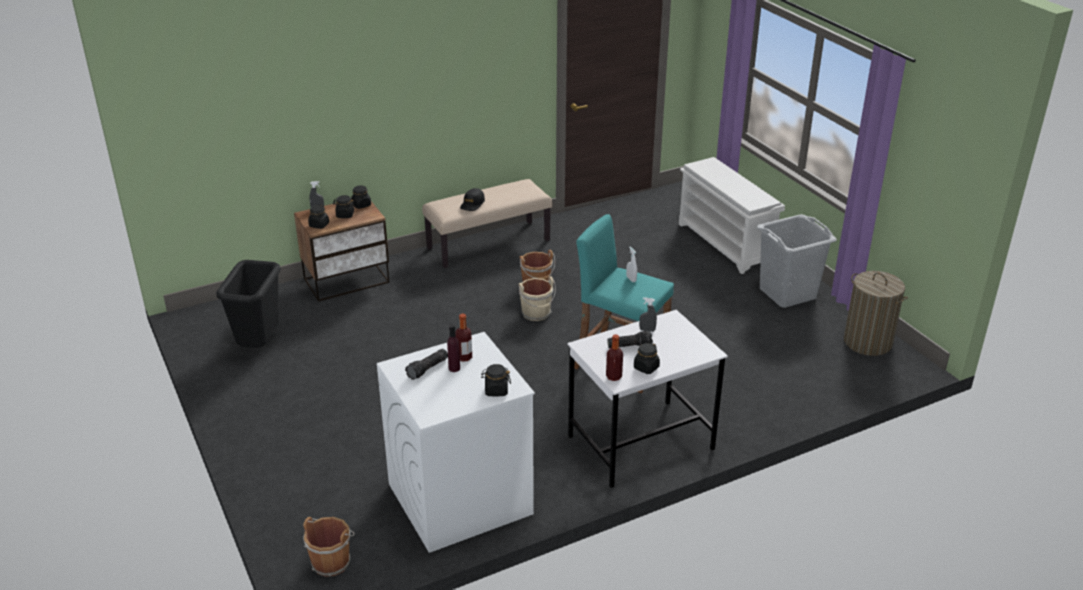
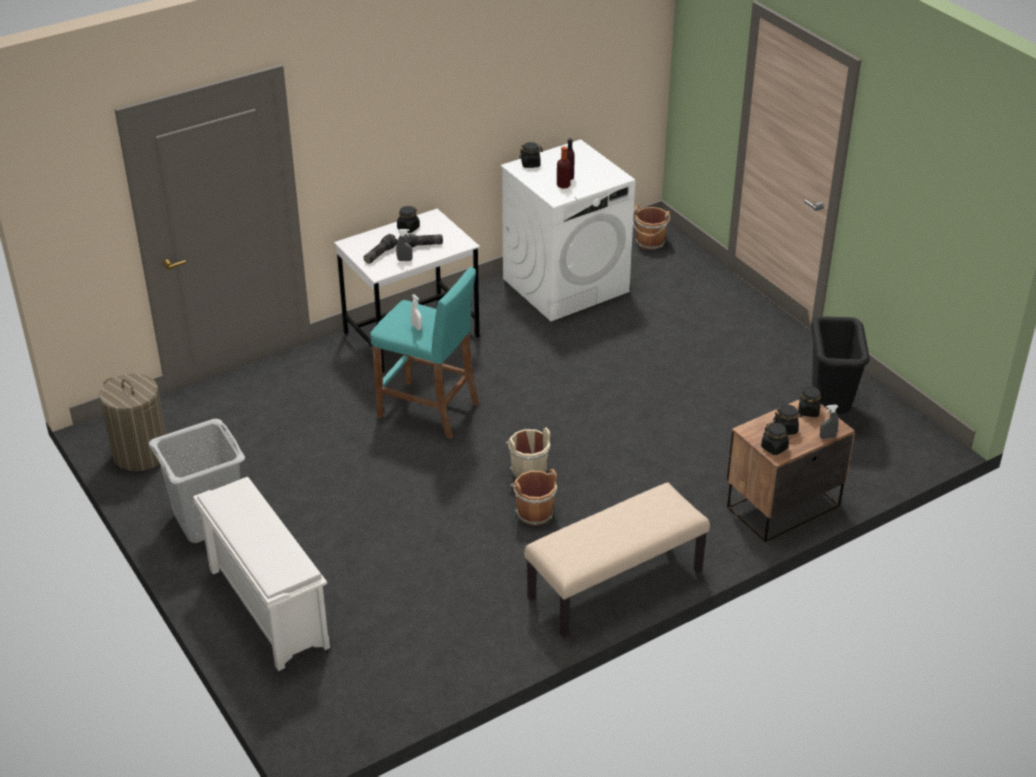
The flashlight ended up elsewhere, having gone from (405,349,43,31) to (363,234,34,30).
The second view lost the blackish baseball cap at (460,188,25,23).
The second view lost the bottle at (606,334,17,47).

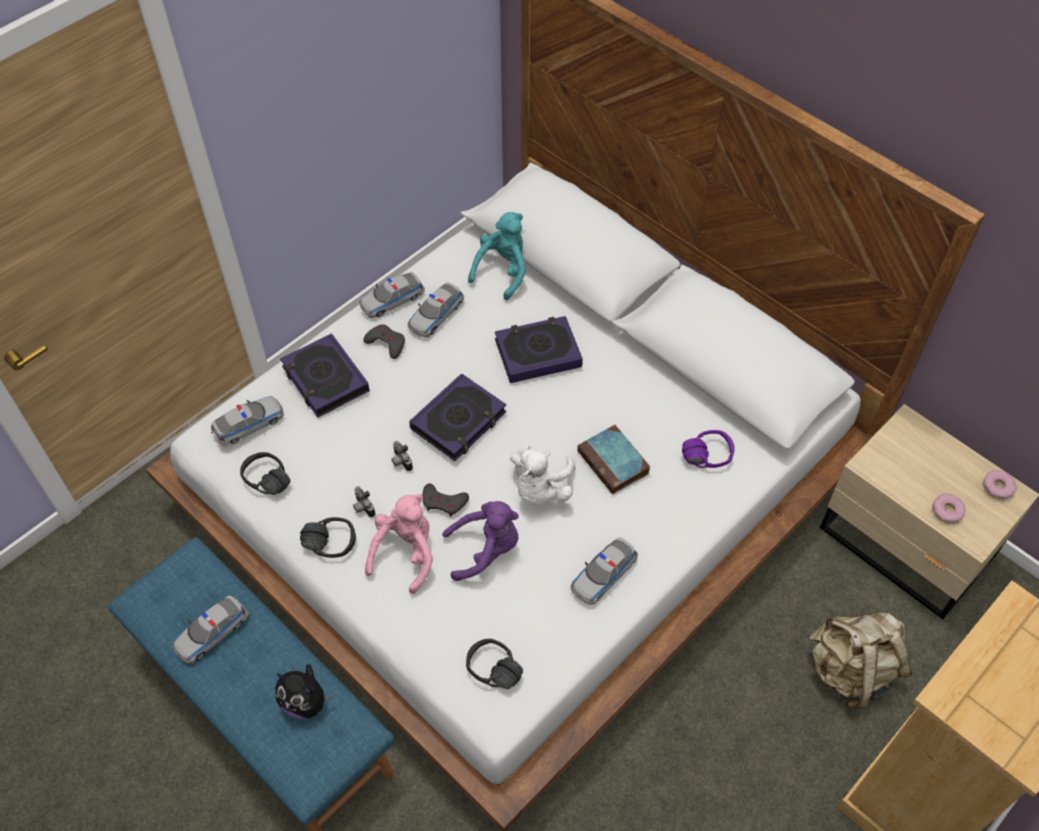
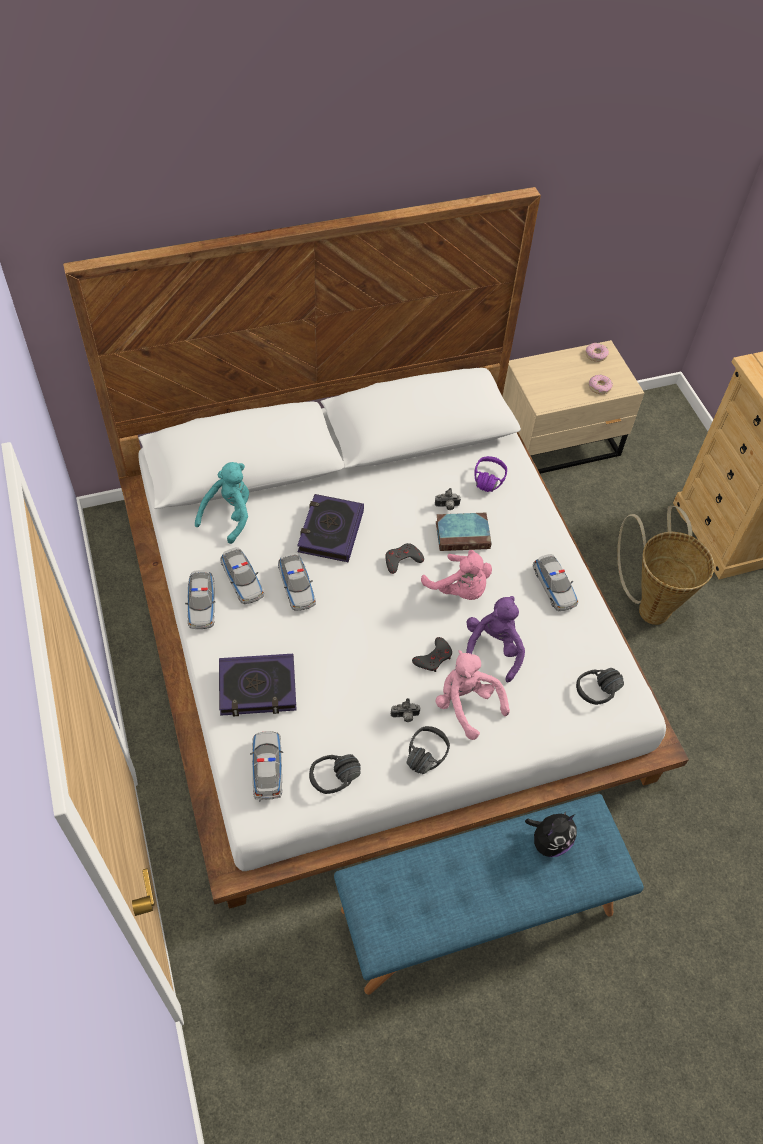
The toy car ended up elsewhere, having gone from (172,596,77,68) to (278,553,38,58).
The gray joypad ended up elsewhere, having gone from (363,324,42,35) to (385,543,39,31).
The still camera ended up elsewhere, having gone from (391,441,22,30) to (435,488,26,22).
The second view lost the bound book at (409,373,98,88).
The turquoise plush toy at (468,212,58,88) ended up facing another way, 60 degrees clockwise from before.
What was the white-coloured plush toy at (510,445,66,59) turned into the pink-coloured plush toy at (421,550,71,50).
The second view lost the beige rucksack at (809,613,103,96).
The second view gained the storage basket at (617,506,97,119).

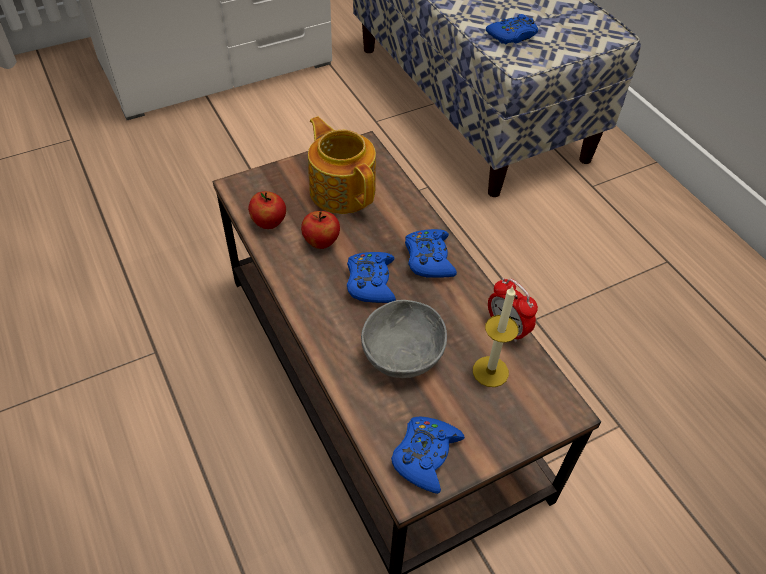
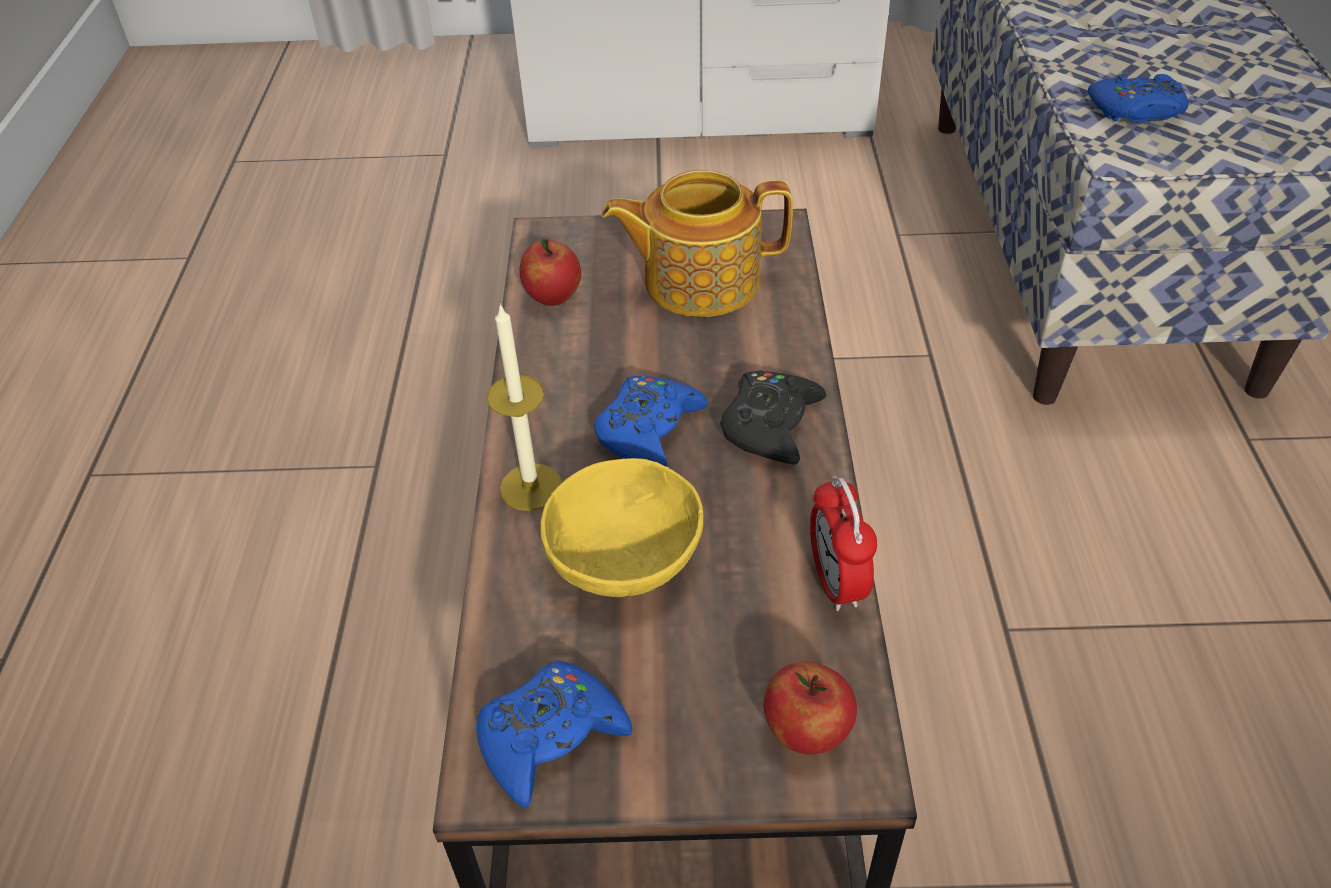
The apple fruit ended up elsewhere, having gone from (301,211,39,38) to (763,662,94,92).
The tea pot at (308,116,68,98) ended up facing another way, 90 degrees counterclockwise from before.
What was the gray deep dish at (361,300,86,78) turned into the yellowish deep dish at (540,458,164,139).
What was the blue-coloured joypad at (405,229,52,49) turned into the blackish joypad at (720,370,106,95).
The wax light ended up elsewhere, having gone from (473,285,45,102) to (487,304,75,207).

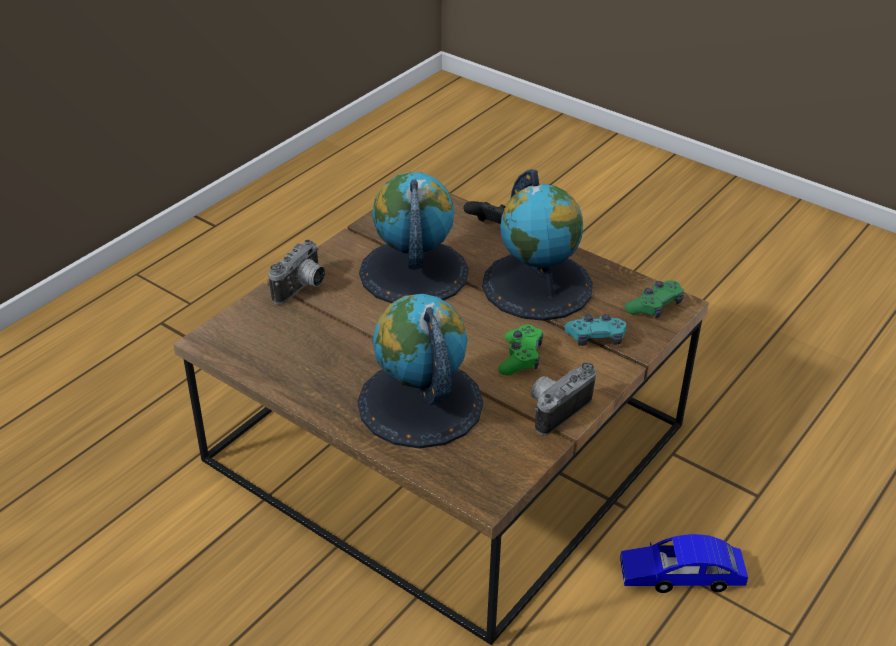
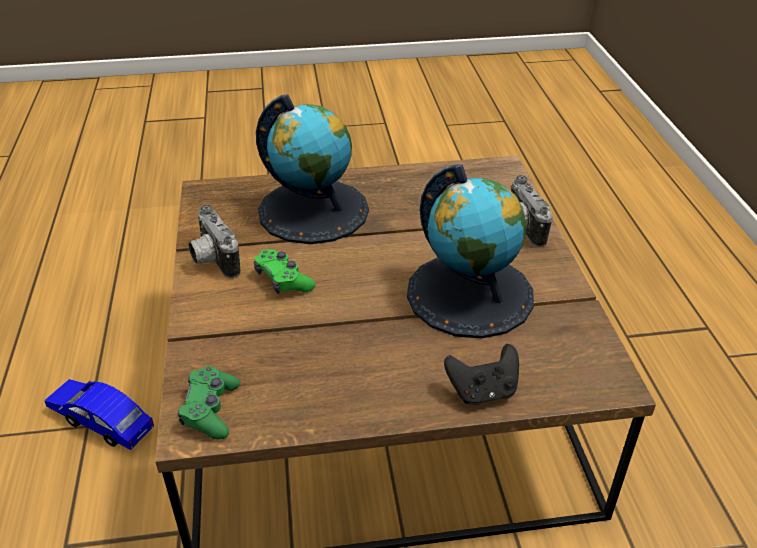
The second view lost the desk globe at (482,169,111,152).
The still camera at (531,362,65,73) ended up facing another way, 150 degrees clockwise from before.
The second view lost the turquoise joypad at (565,314,61,32).
The blue-coloured toy car at (620,534,128,59) ended up facing another way, 105 degrees counterclockwise from before.

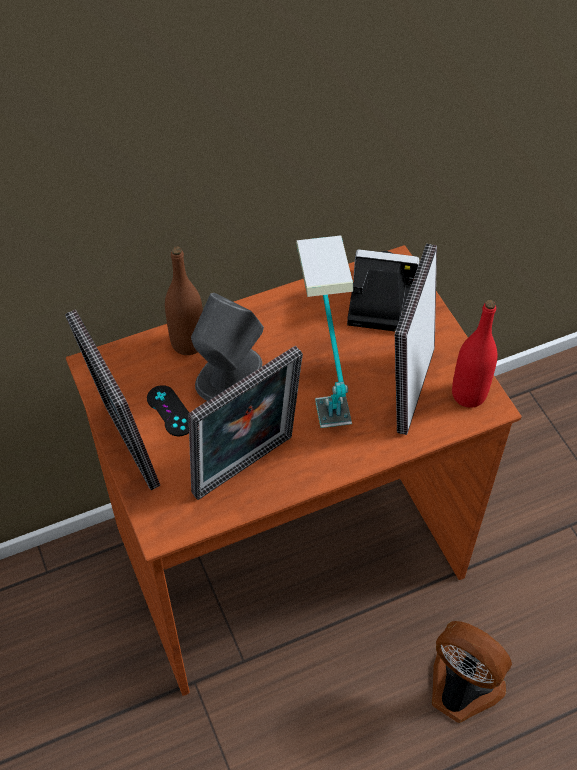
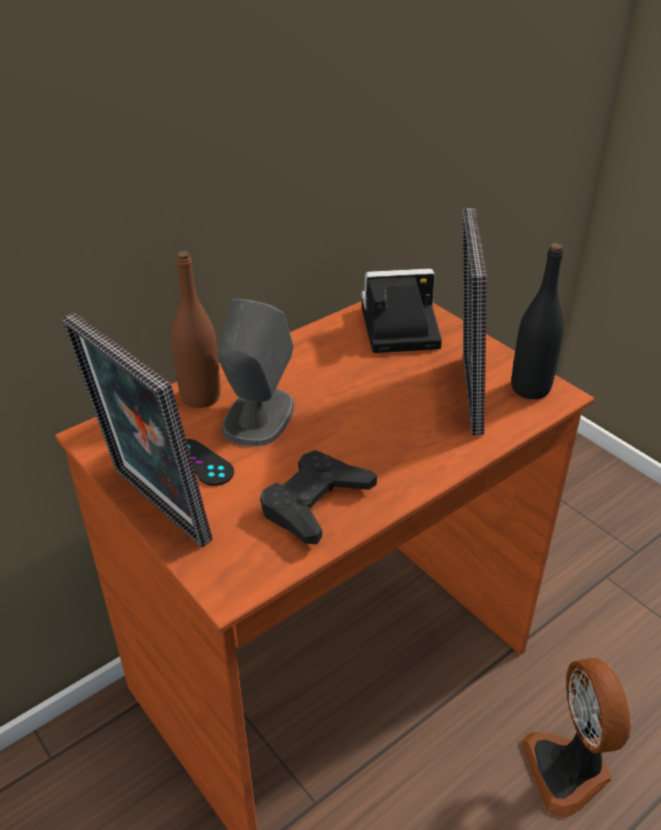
Where the picture frame stood at (188,346,115,154), the blackish joypad came to stand at (260,450,117,94).
The second view lost the lamp for a table at (296,235,58,193).
The cooling fan at (432,621,80,102) ended up facing another way, 120 degrees counterclockwise from before.
What was the red-coloured bottle at (452,300,45,108) turned into the blackish bottle at (511,243,53,156).

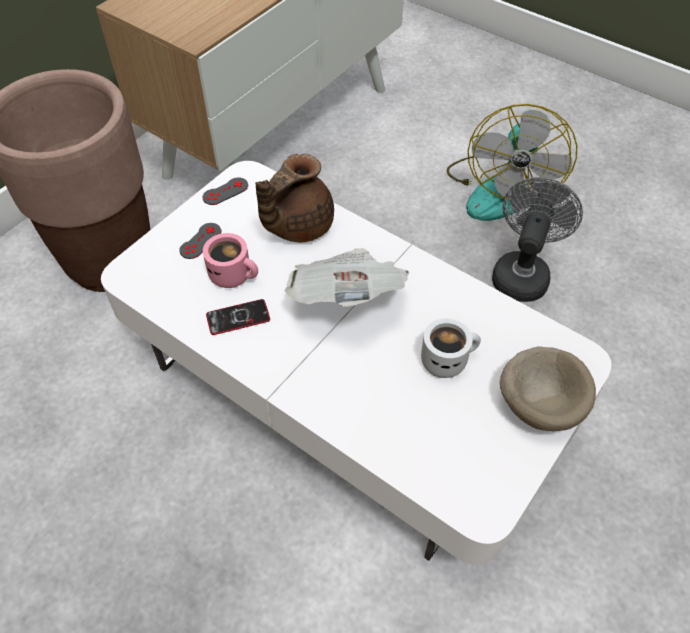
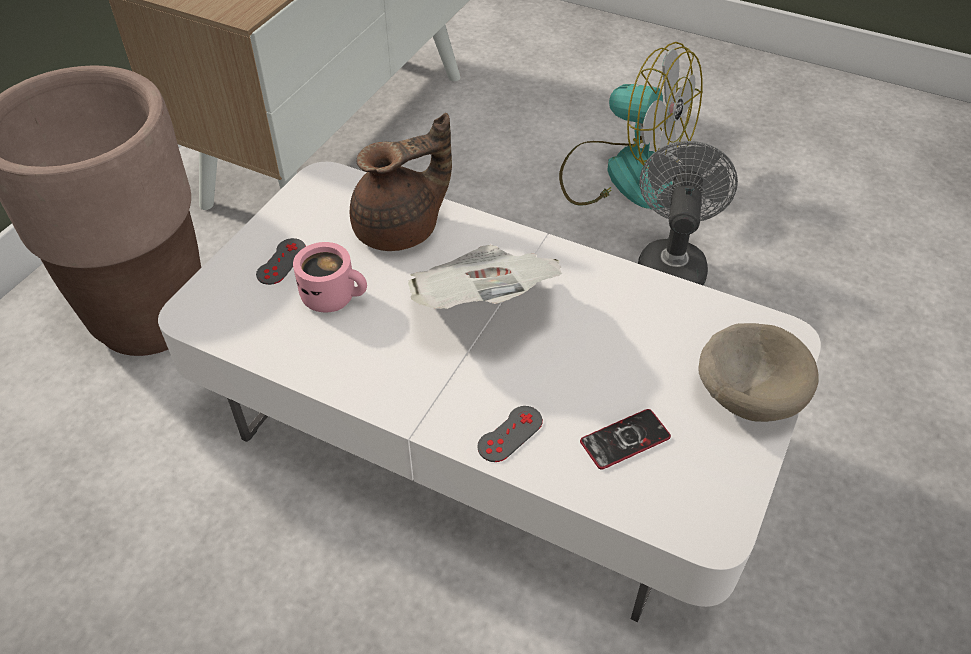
The gray joypad ended up elsewhere, having gone from (202,177,46,28) to (477,406,66,56).
The phone ended up elsewhere, having gone from (206,299,64,36) to (580,409,91,60).
The brown-coloured tea pot at (255,154,79,89) ended up facing another way, 150 degrees counterclockwise from before.
The second view lost the white-coloured tea mug at (421,318,60,60).
The cooling fan at (446,104,131,117) ended up facing another way, 60 degrees counterclockwise from before.

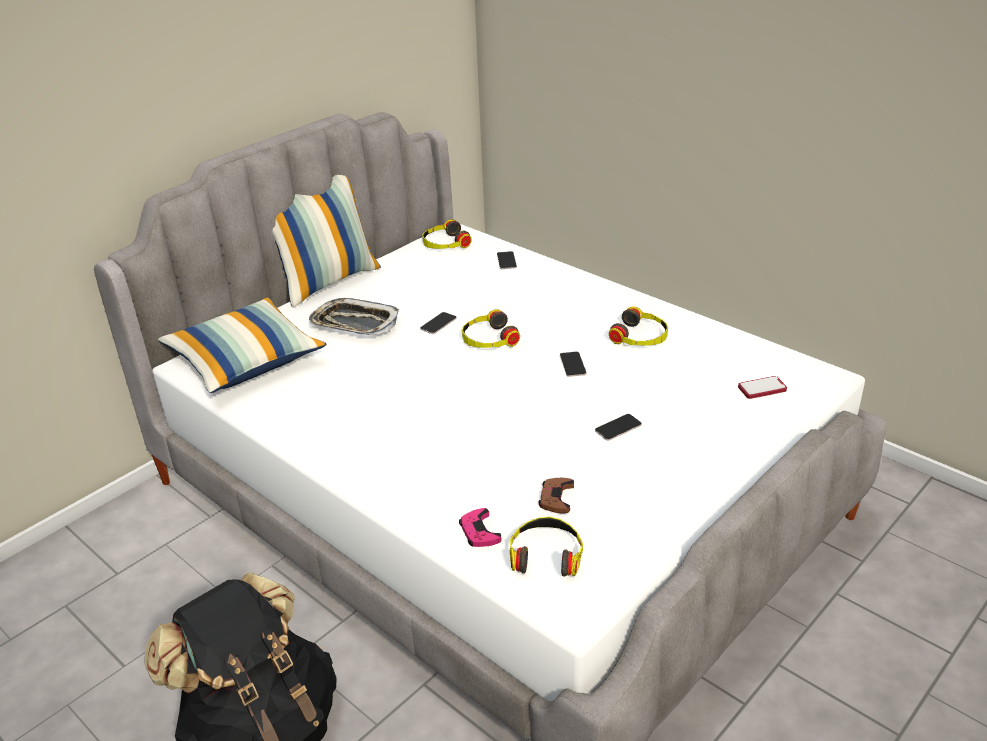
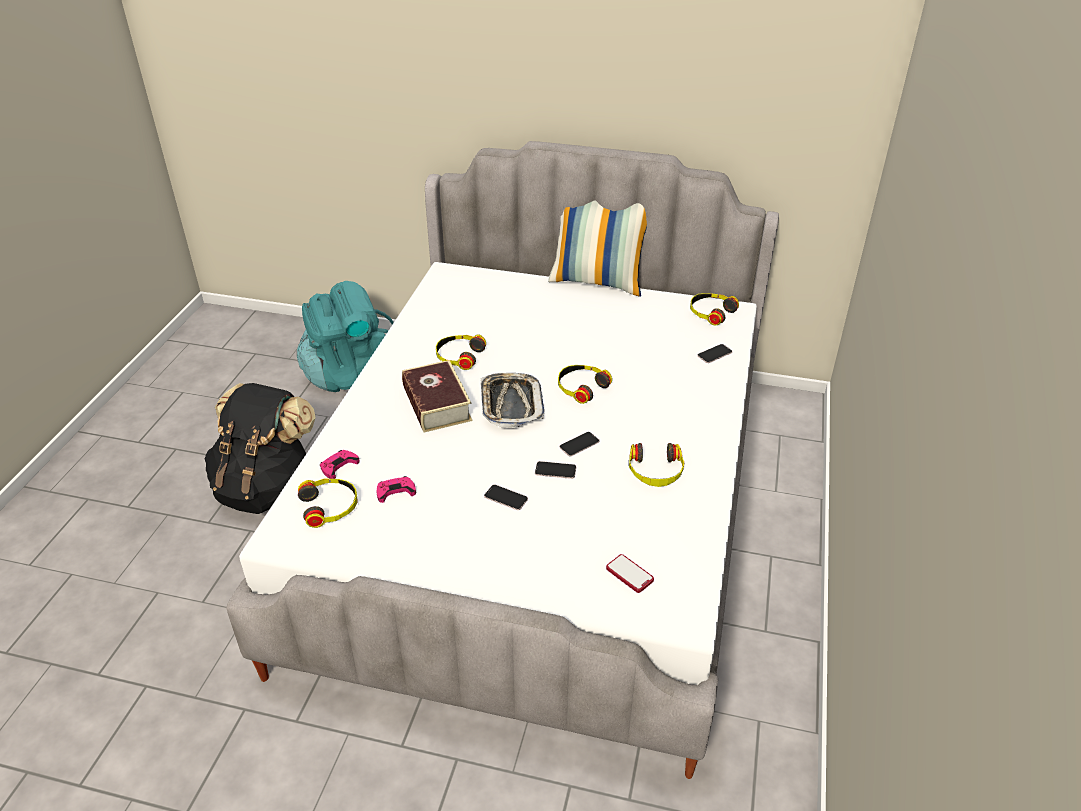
The second view lost the throw pillow at (158,297,169,96).
The tray ended up elsewhere, having gone from (309,298,90,37) to (481,373,64,55).
The phone ended up elsewhere, having gone from (420,312,37,22) to (535,461,41,18).
What was the brown-coloured joypad at (539,478,35,36) turned into the pink-coloured joypad at (377,476,39,27).
The second view gained the turquoise rucksack at (297,281,97,111).
The second view gained the bound book at (402,360,70,73).
The second view gained the headset at (436,334,50,36).

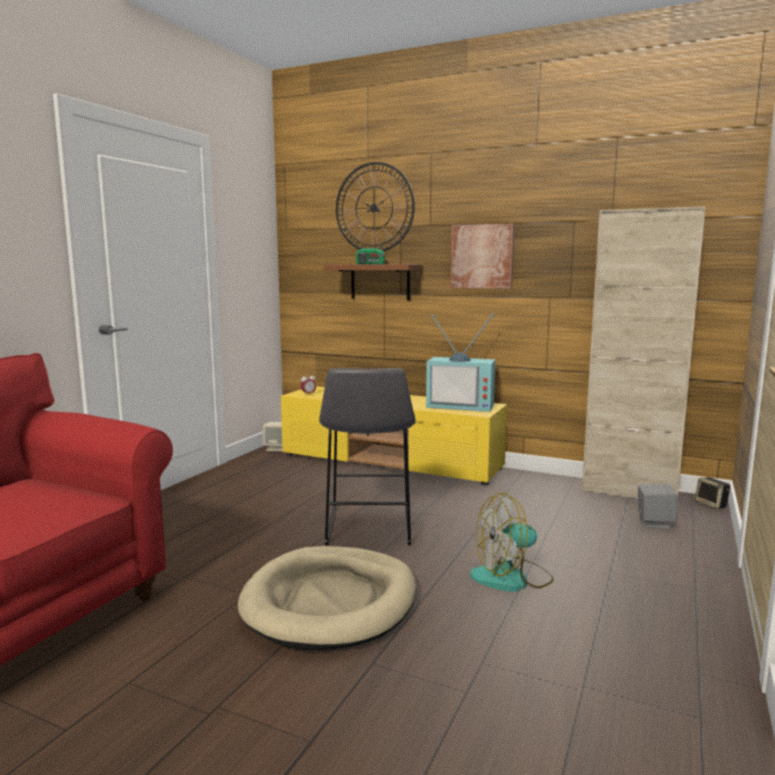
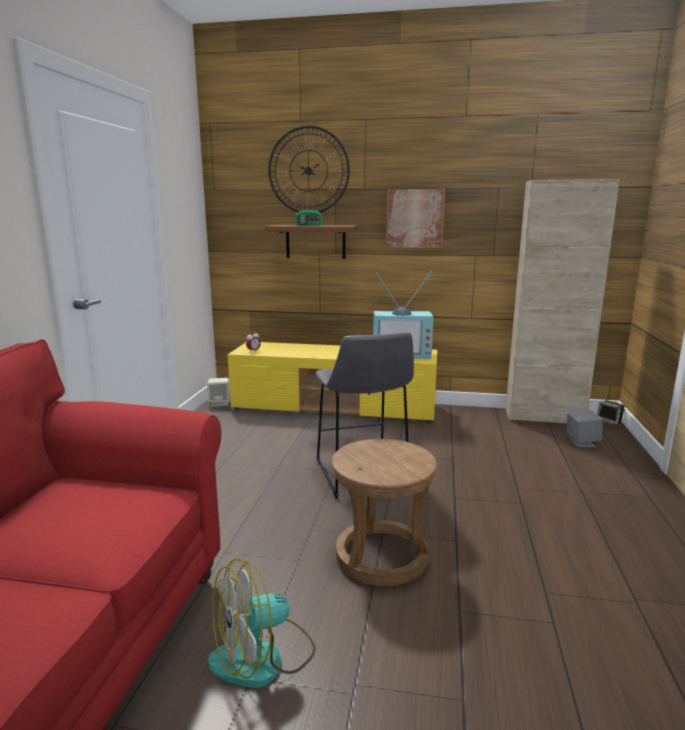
Where the beige dog cushion stood at (238,546,178,105), the brown-coloured stool seat came to stand at (331,439,106,147).
The cooling fan ended up elsewhere, having gone from (470,492,84,100) to (208,558,108,130).

